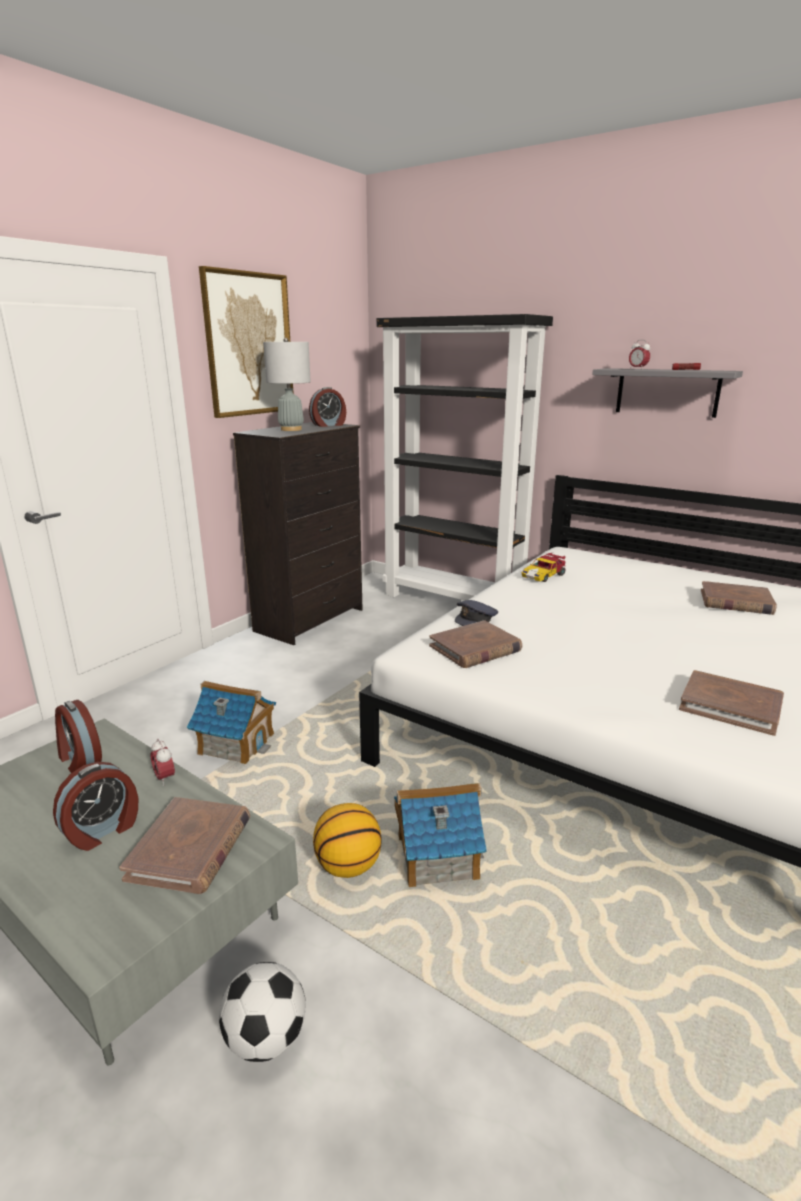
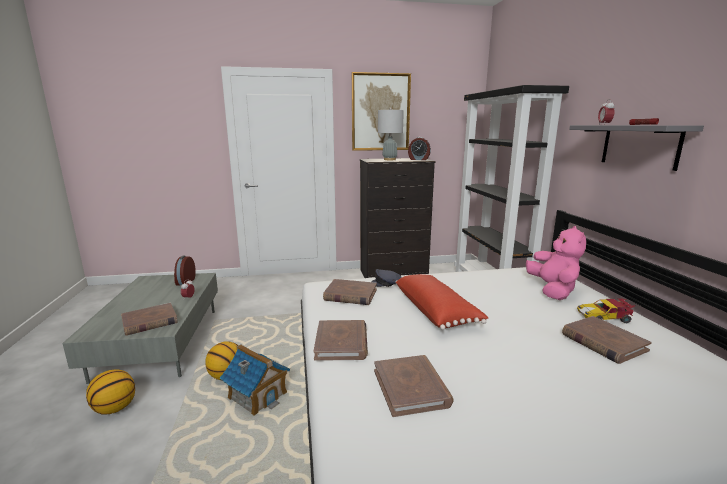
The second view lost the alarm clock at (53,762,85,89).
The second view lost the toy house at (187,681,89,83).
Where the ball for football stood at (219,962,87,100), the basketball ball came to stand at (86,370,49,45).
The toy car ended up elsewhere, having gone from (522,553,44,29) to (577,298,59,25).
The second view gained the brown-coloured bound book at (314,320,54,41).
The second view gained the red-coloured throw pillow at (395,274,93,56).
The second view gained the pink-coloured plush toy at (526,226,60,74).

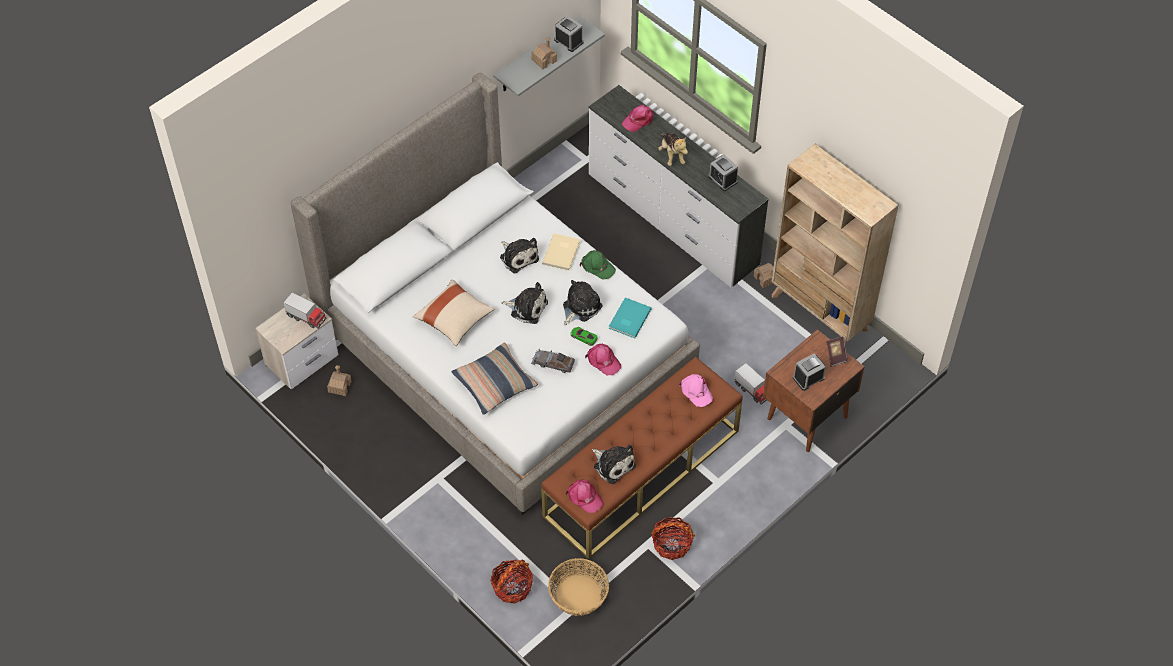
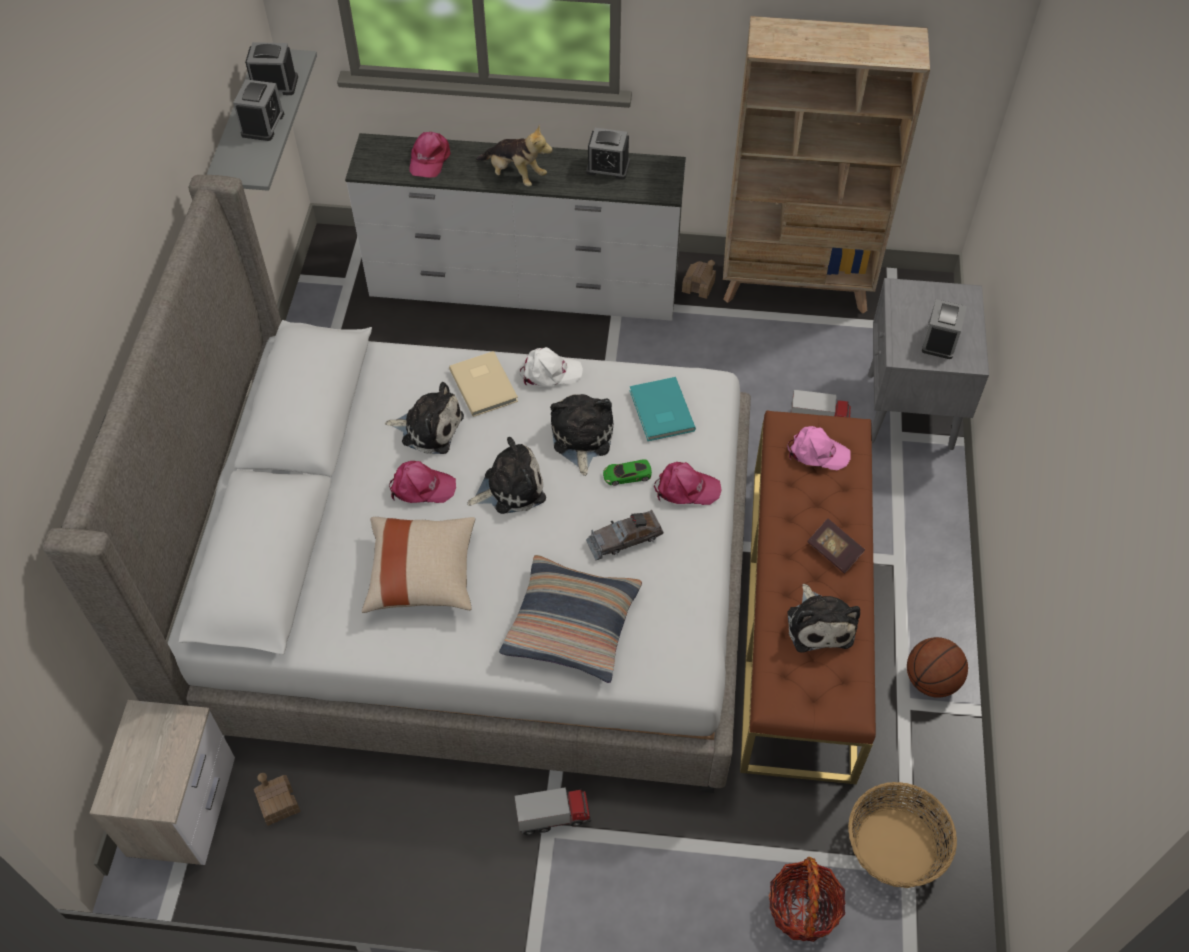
The toy truck ended up elsewhere, having gone from (283,292,44,37) to (514,787,77,48).
Where the toy house stood at (531,37,26,33), the alarm clock came to stand at (233,79,51,62).
The pink-coloured baseball cap ended up elsewhere, having gone from (566,479,37,34) to (389,461,67,42).
What was the green-coloured baseball cap at (580,250,36,30) turned into the white-coloured baseball cap at (520,347,63,39).
The plush toy at (592,445,44,39) ended up facing another way, 75 degrees clockwise from before.
Where the storage basket stood at (651,517,44,43), the basketball ball came to stand at (907,637,61,61).
What was the brown-coloured bedside table at (763,329,102,123) turned into the gray bedside table at (868,278,121,172).
The bound book ended up elsewhere, having gone from (826,337,22,30) to (807,519,58,55).

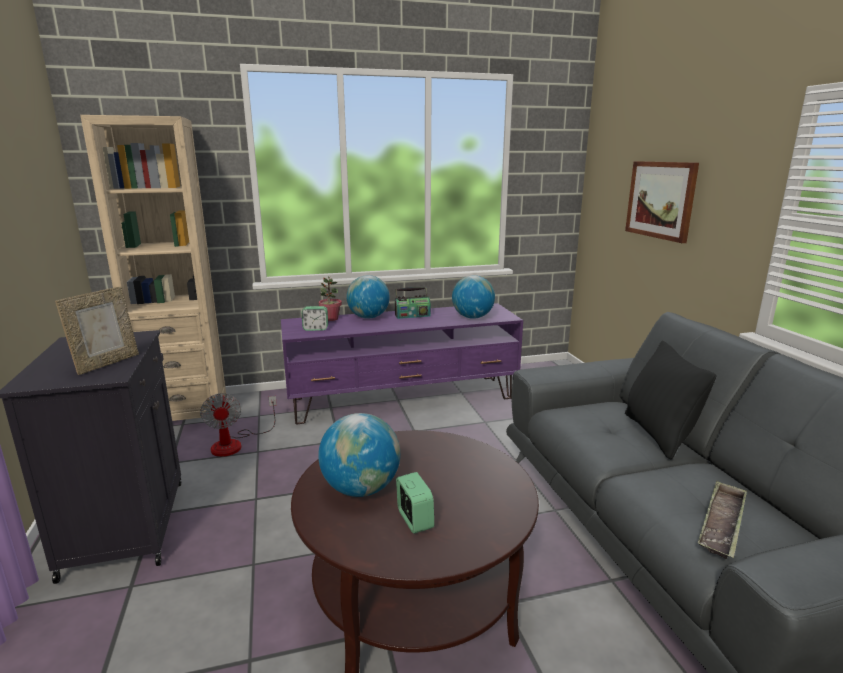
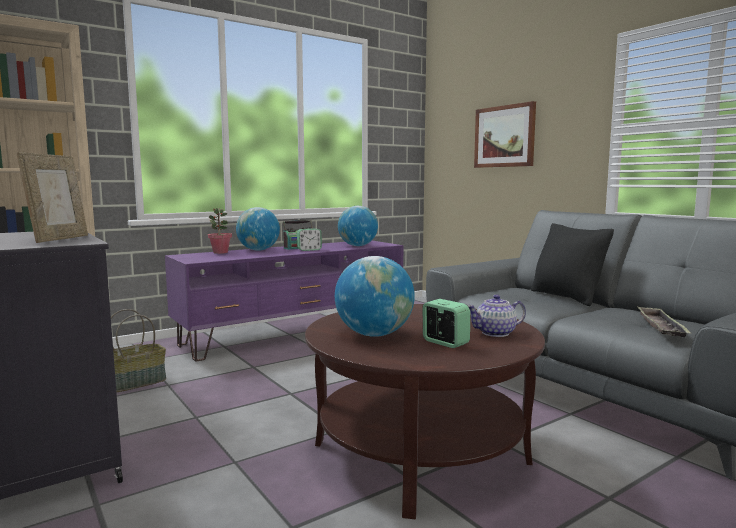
Where the cooling fan stood at (200,393,77,64), the storage basket came to stand at (111,309,55,84).
The alarm clock ended up elsewhere, having gone from (301,306,27,25) to (297,229,25,22).
The second view gained the tea pot at (467,294,59,43).

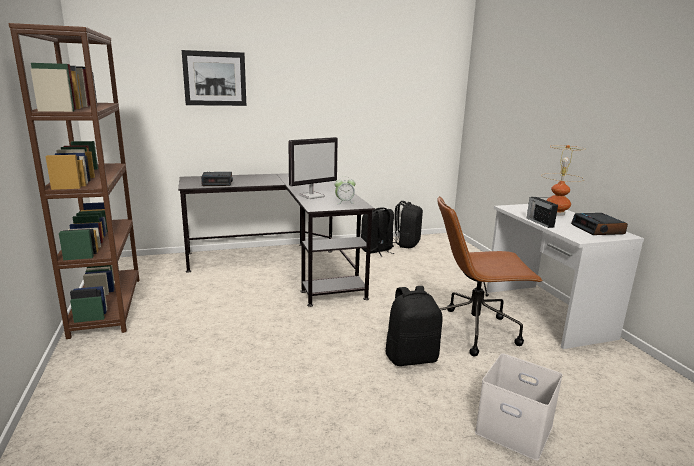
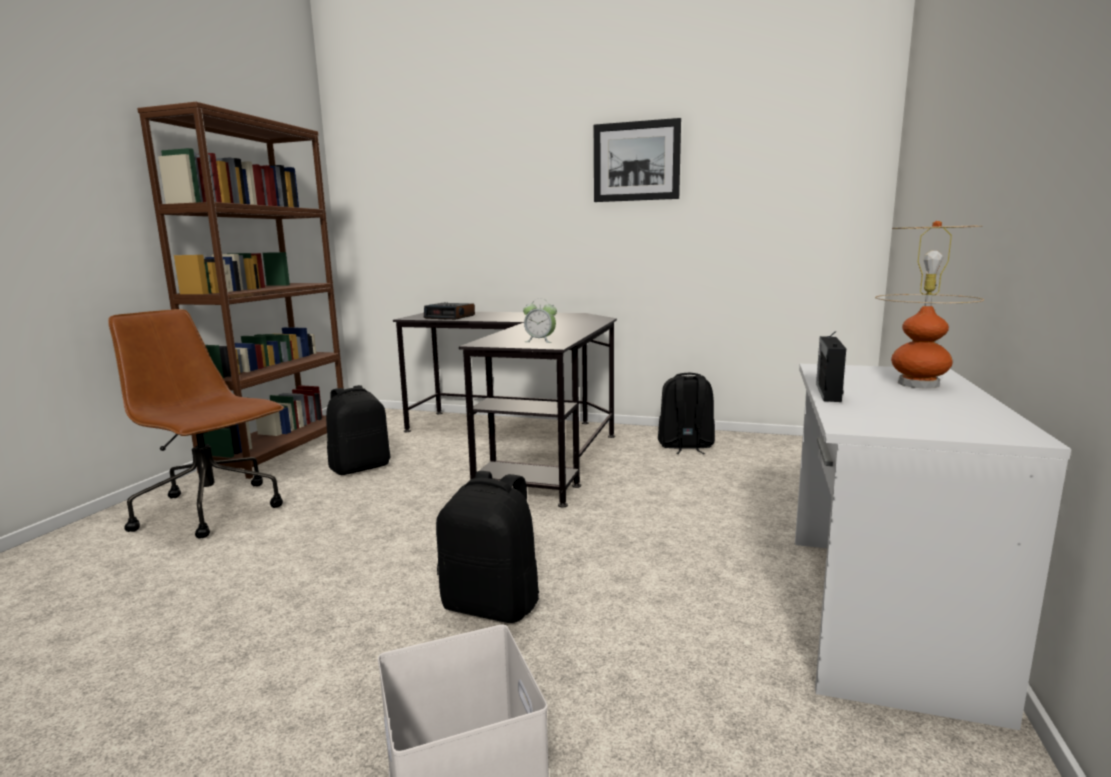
The wall art ended up elsewhere, having gone from (182,50,64,56) to (594,118,87,84).
The second view lost the monitor at (288,137,50,62).
The blackish rucksack ended up elsewhere, having gone from (393,201,30,47) to (326,385,64,90).
The brown-coloured desk chair ended up elsewhere, having gone from (437,196,106,160) to (108,309,176,230).
The second view lost the alarm clock at (571,213,57,22).

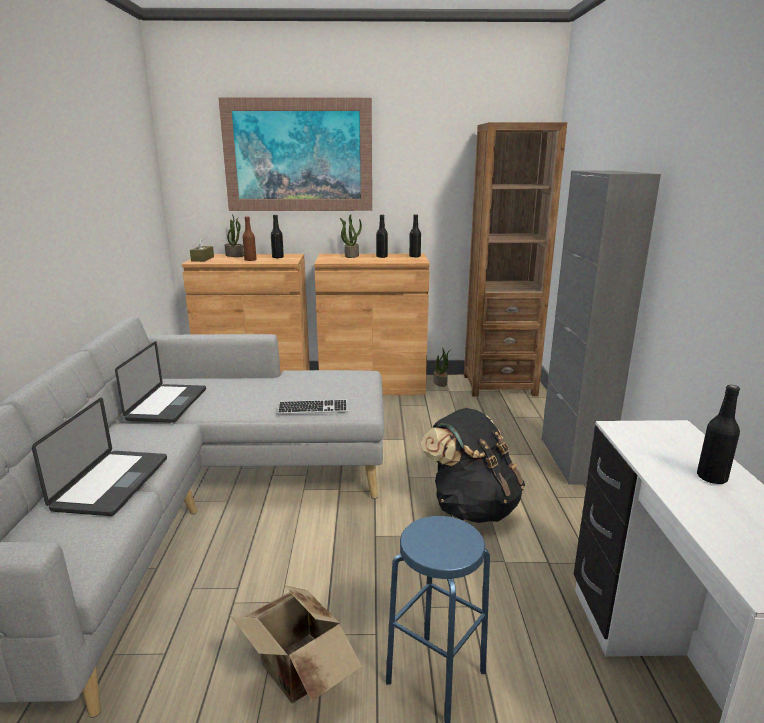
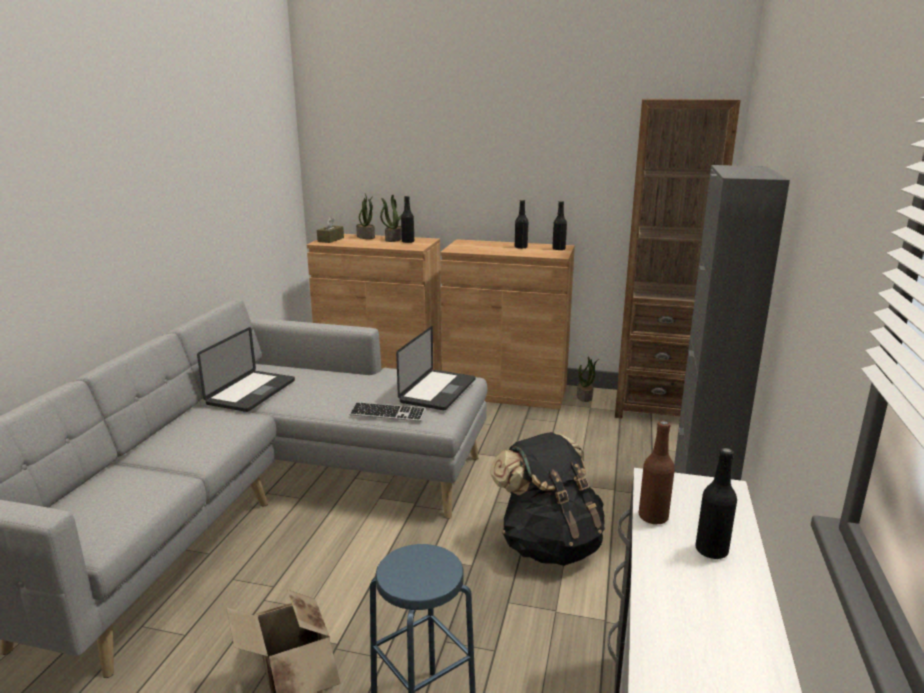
The laptop ended up elsewhere, having gone from (32,397,135,119) to (396,326,79,84).
The second view lost the wall art at (218,97,154,114).
The brown-coloured bottle ended up elsewhere, having gone from (243,216,13,45) to (639,421,36,103).
The houseplant ended up elsewhere, having gone from (340,214,22,44) to (380,195,25,47).

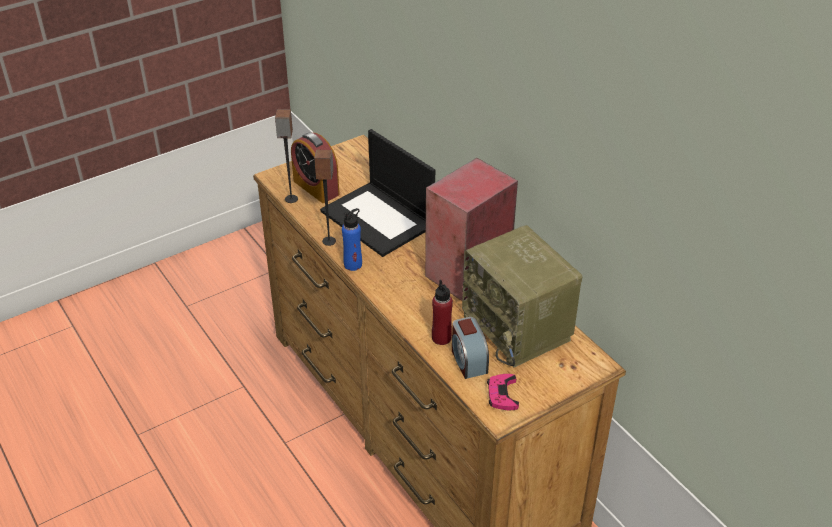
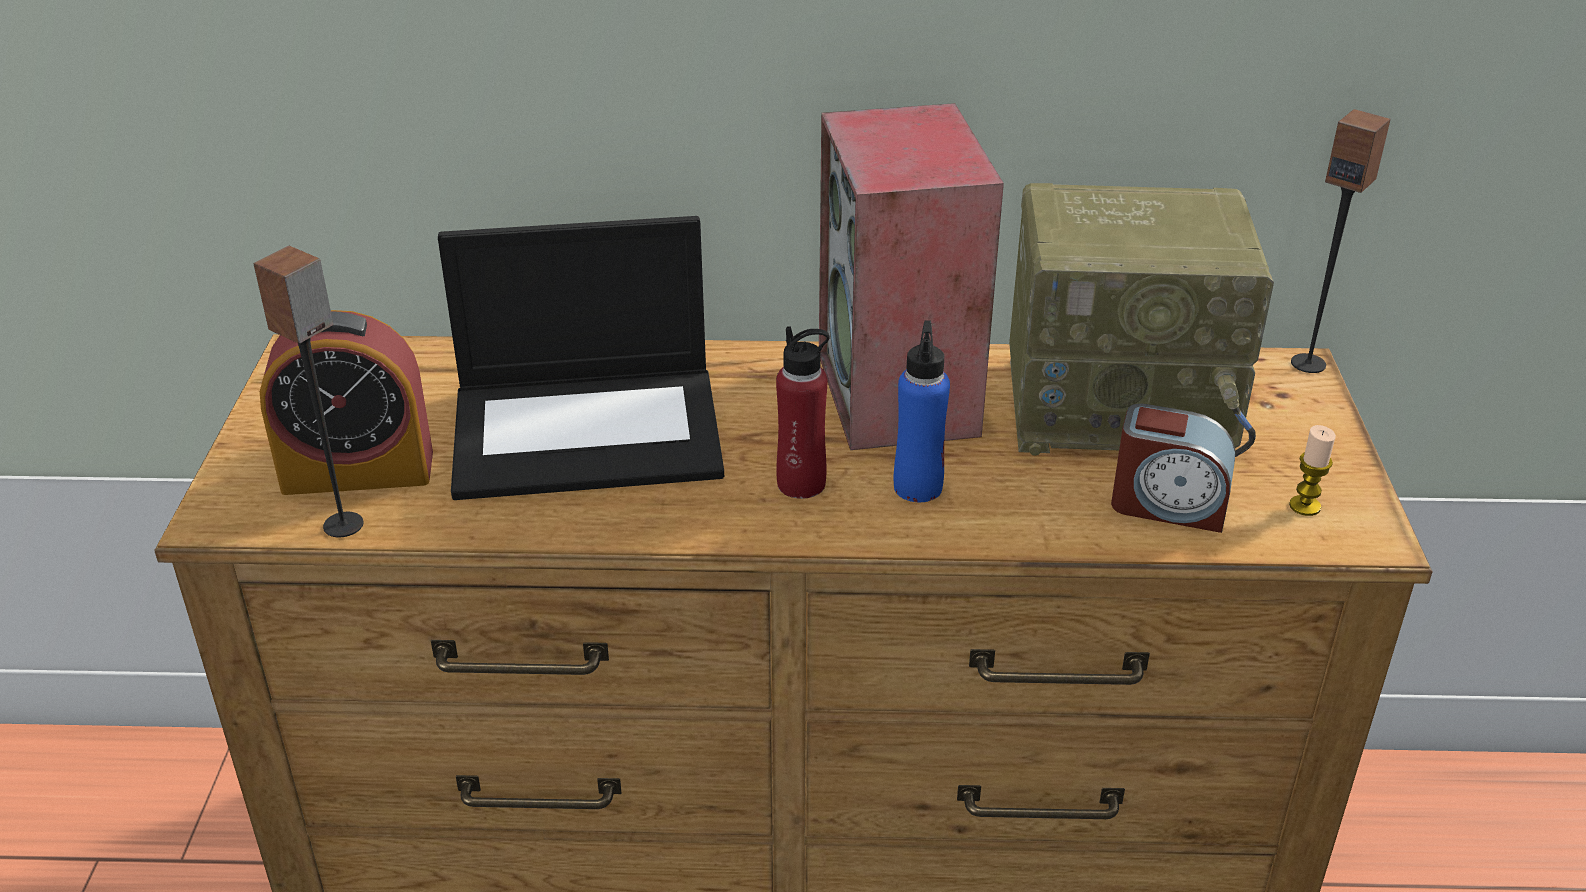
The loudspeaker ended up elsewhere, having gone from (314,150,22,96) to (1291,109,100,264).
The blue-coloured bottle ended up elsewhere, having gone from (342,208,20,63) to (894,320,56,182).
The red-coloured bottle ended up elsewhere, having gone from (432,280,21,65) to (776,326,53,173).
Where the pink-coloured joypad stood at (487,374,32,36), the wax light came to stand at (1289,425,47,91).

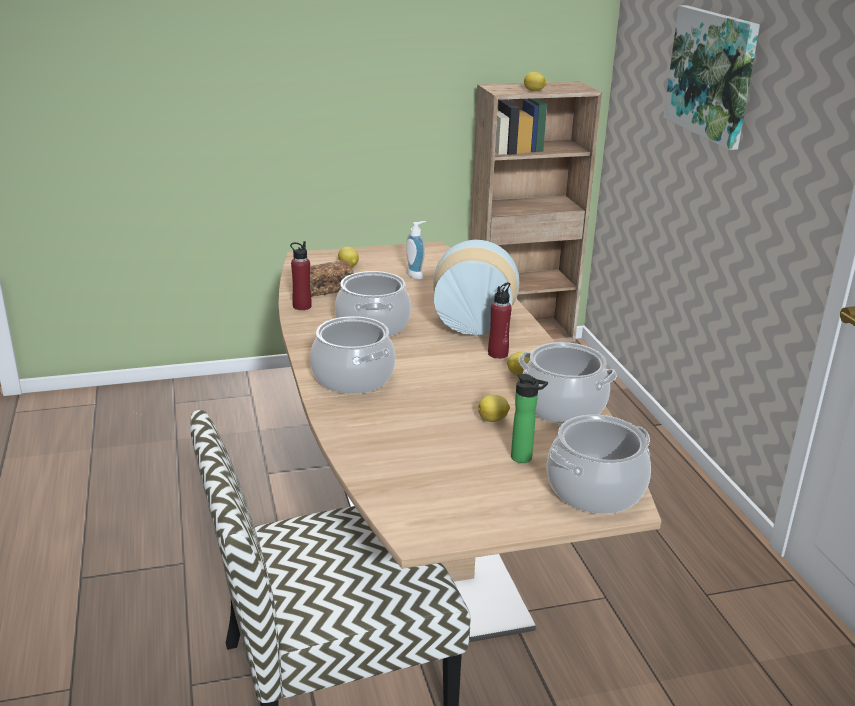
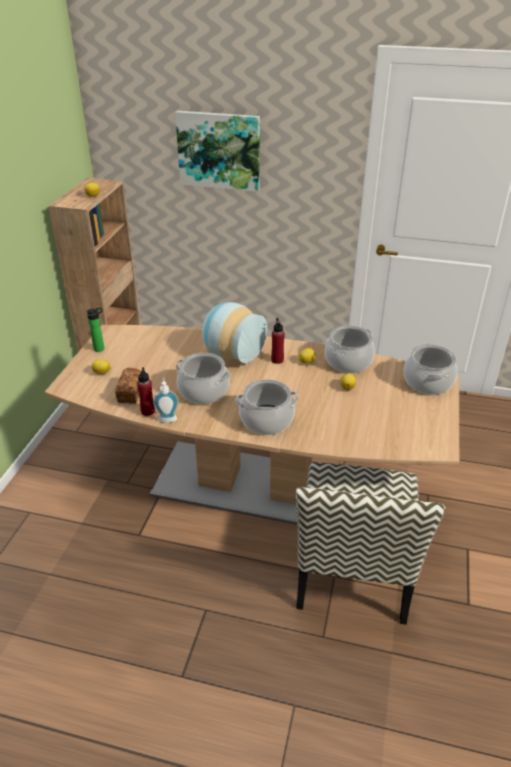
The liquid soap bottle ended up elsewhere, having gone from (406,221,20,58) to (153,377,26,46).
The bottle ended up elsewhere, having gone from (511,374,37,89) to (86,307,18,45).

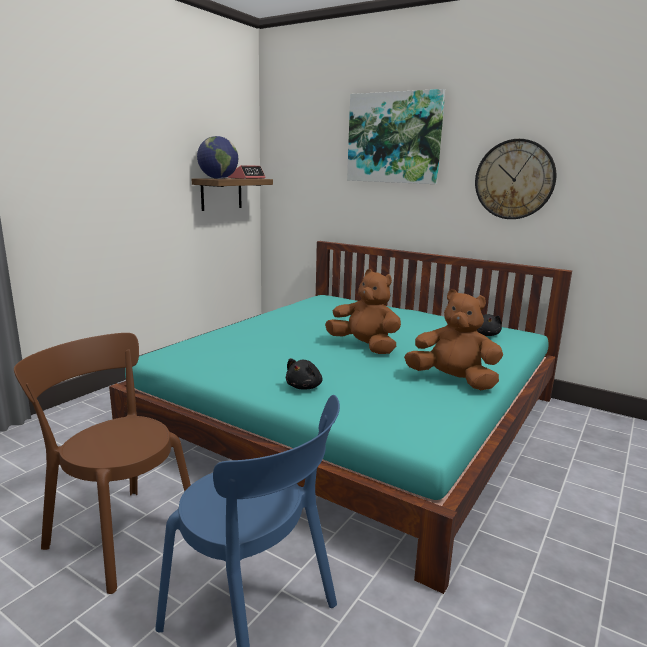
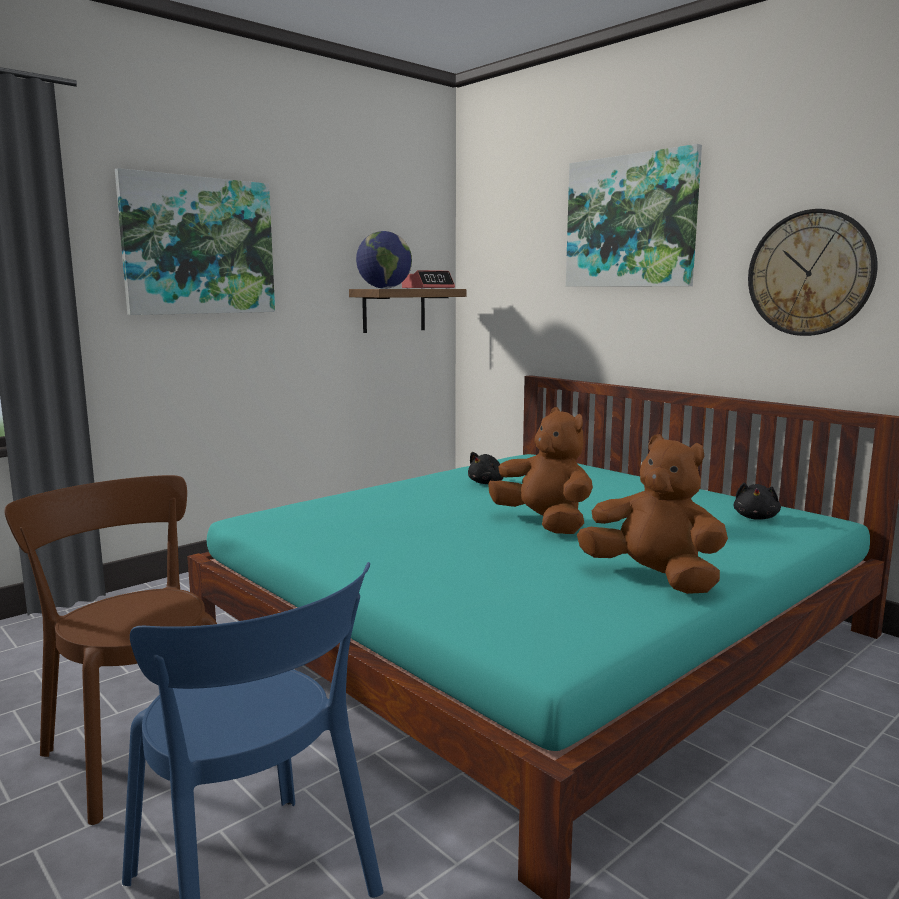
The blackish plush toy ended up elsewhere, having gone from (286,358,36,32) to (468,452,36,32).
The second view gained the wall art at (115,168,160,147).

